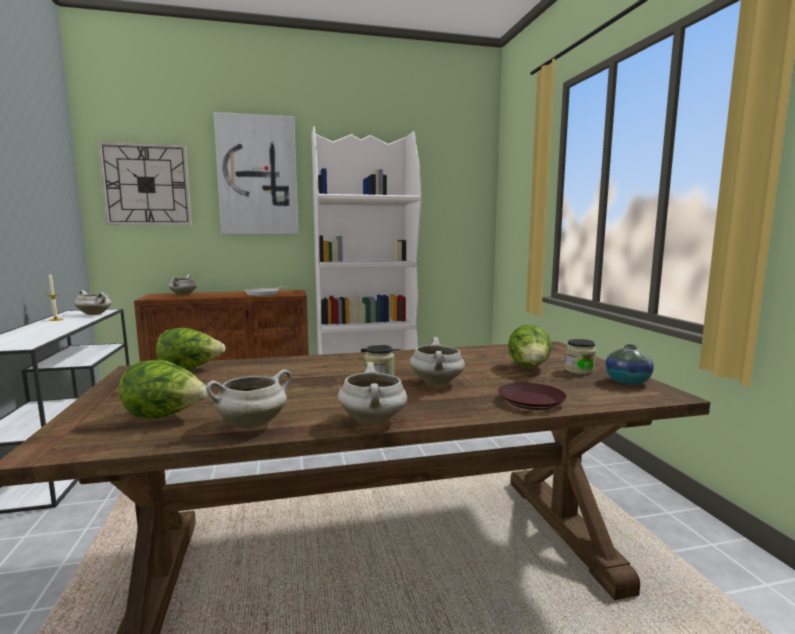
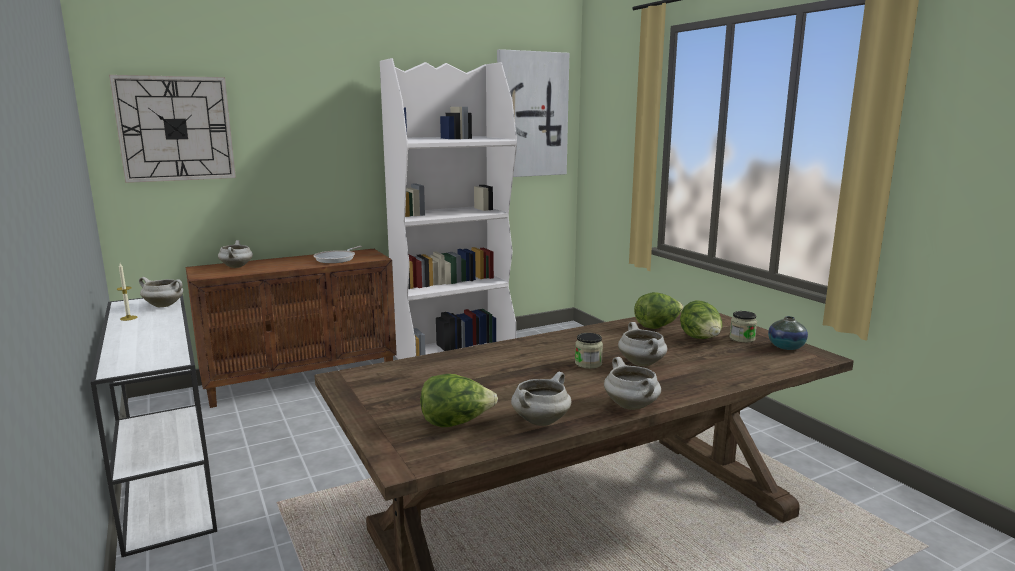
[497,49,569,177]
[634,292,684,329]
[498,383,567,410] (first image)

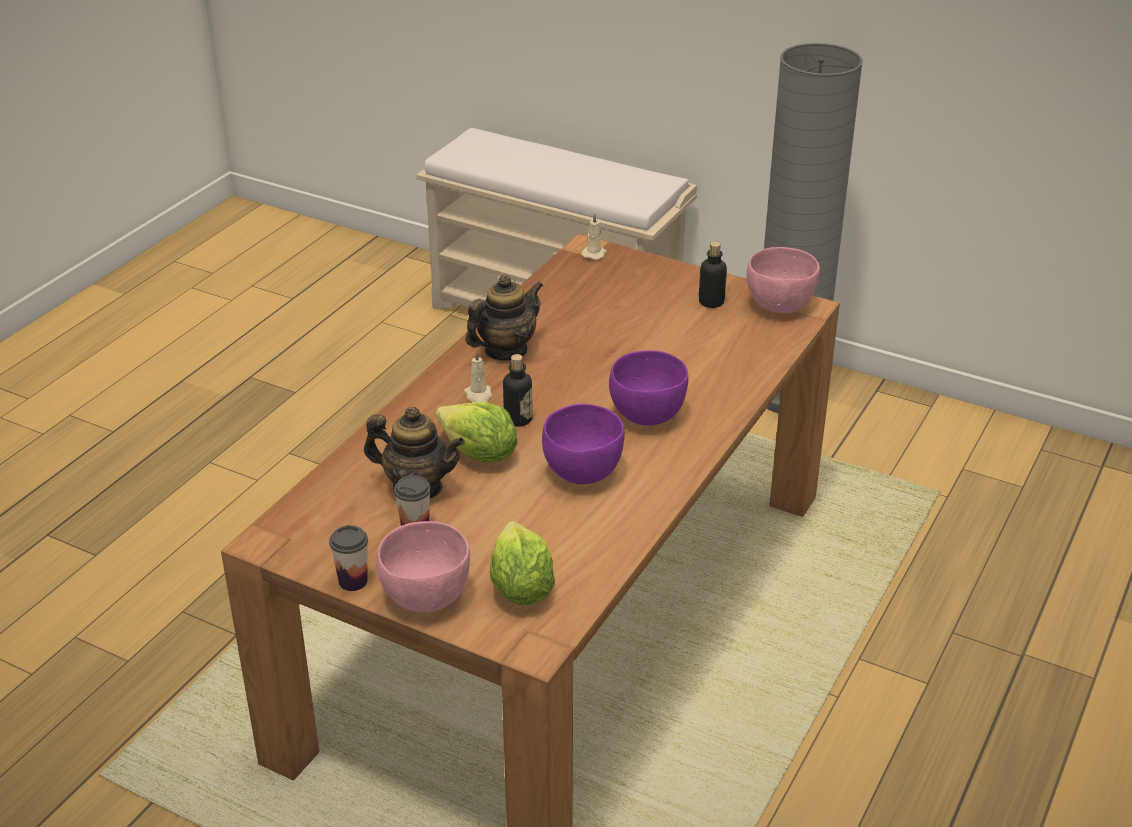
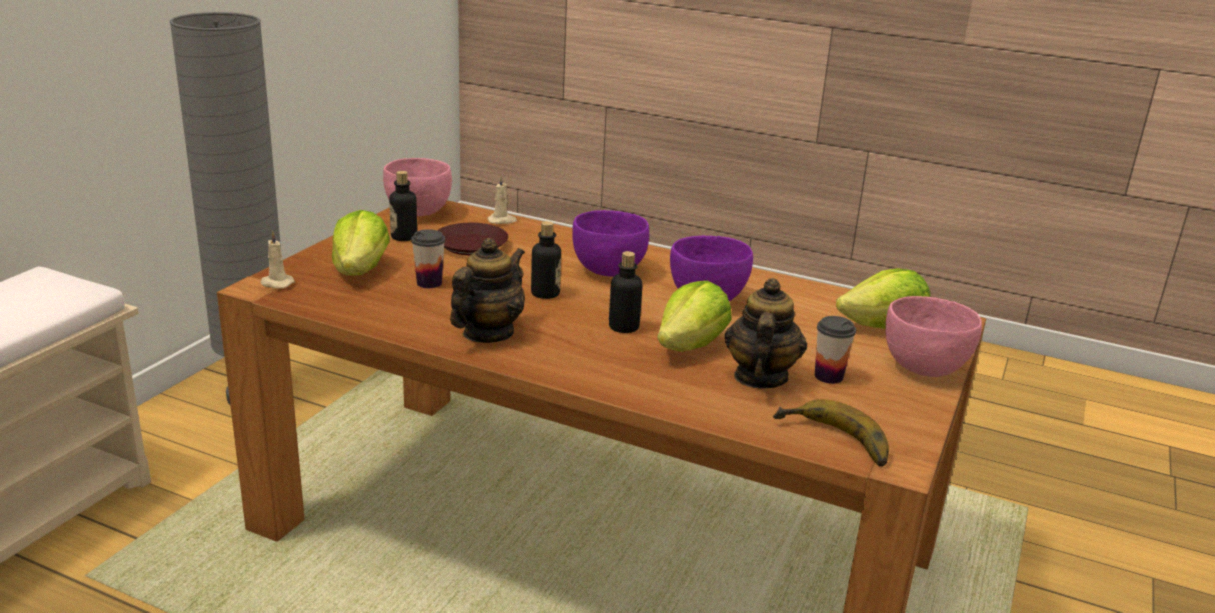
[332,210,390,276]
[411,229,445,288]
[437,223,508,255]
[450,238,525,343]
[487,175,517,224]
[531,221,561,299]
[773,399,889,467]

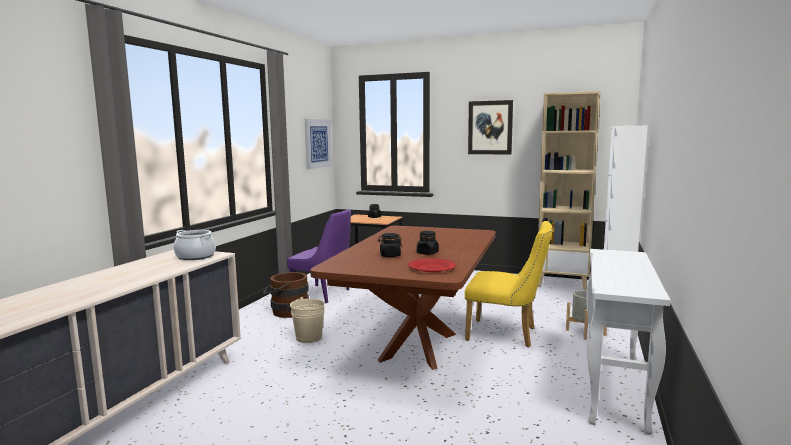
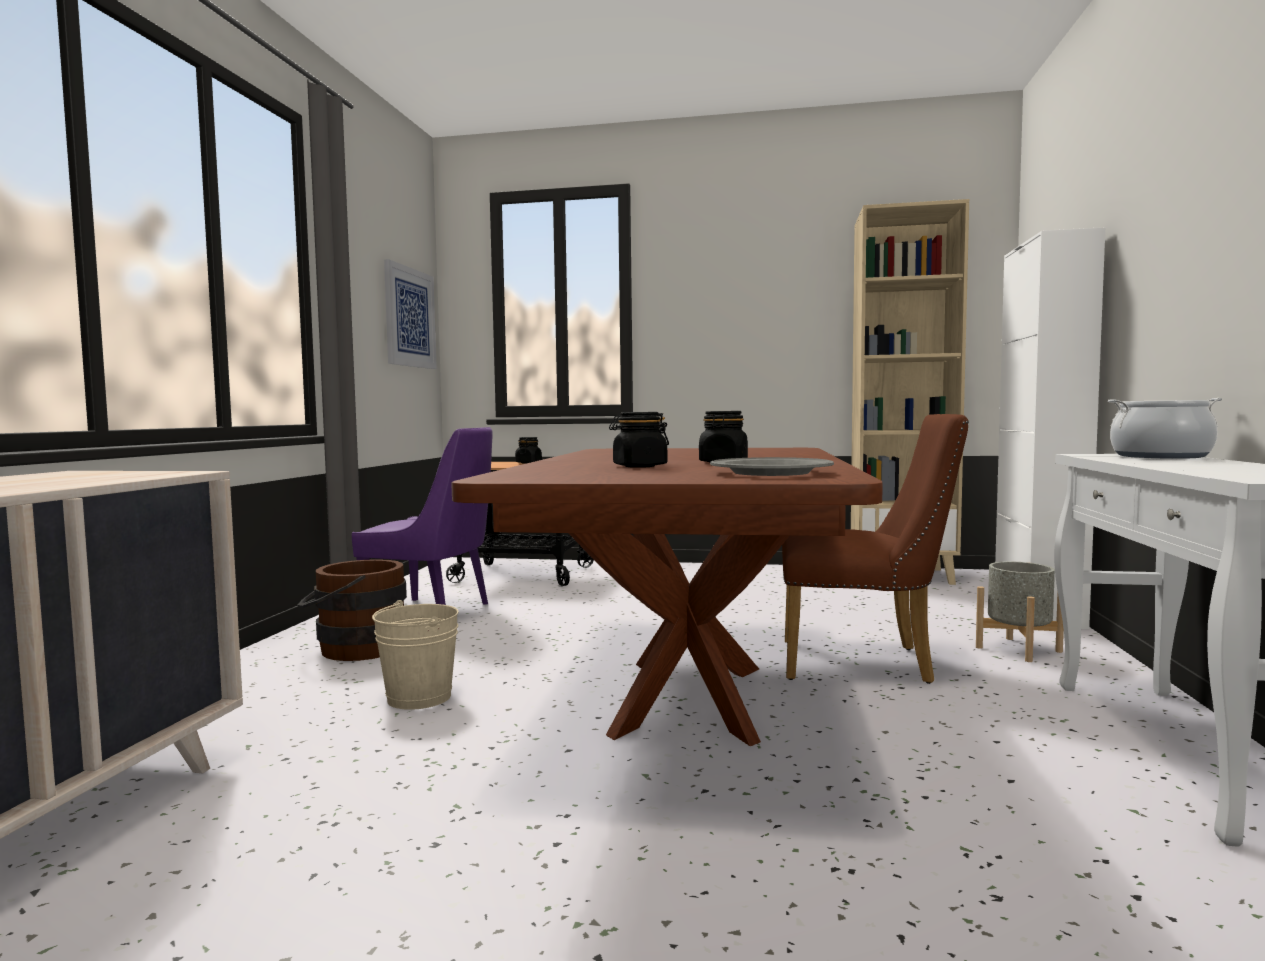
[710,457,834,476]
[782,414,969,684]
[1108,398,1222,459]
[468,100,513,154] (first image)

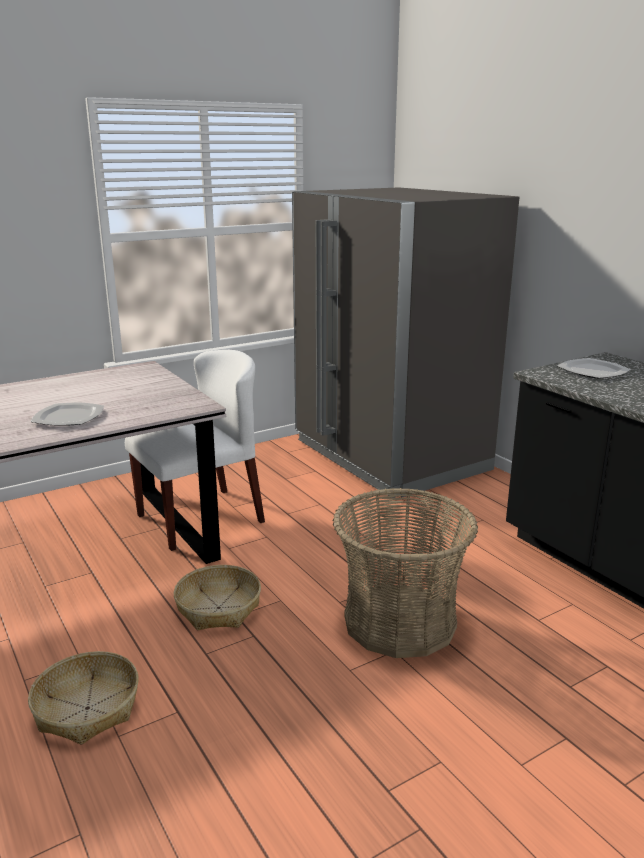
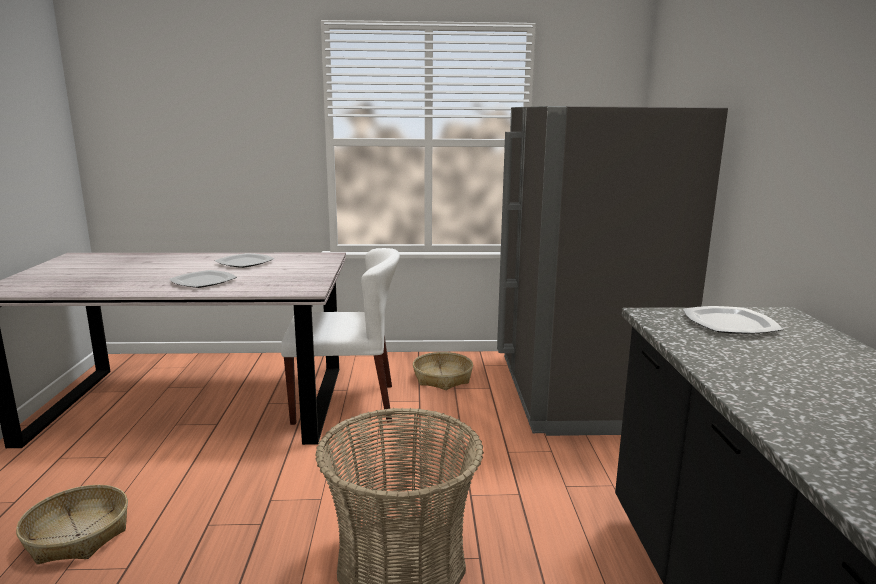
[215,253,275,268]
[413,352,473,390]

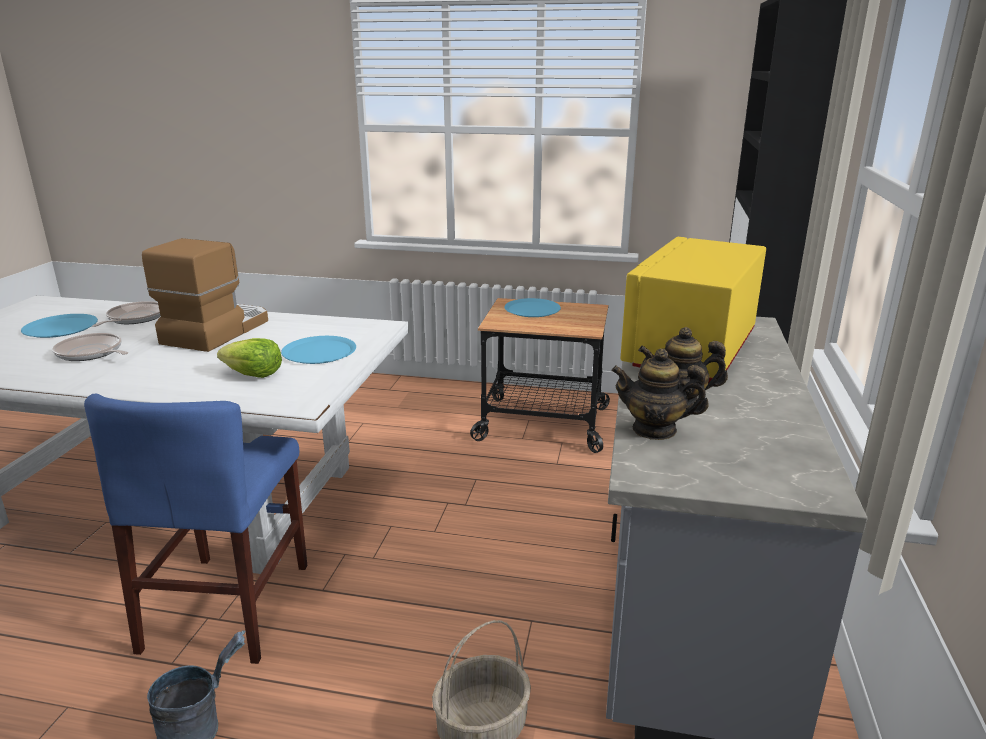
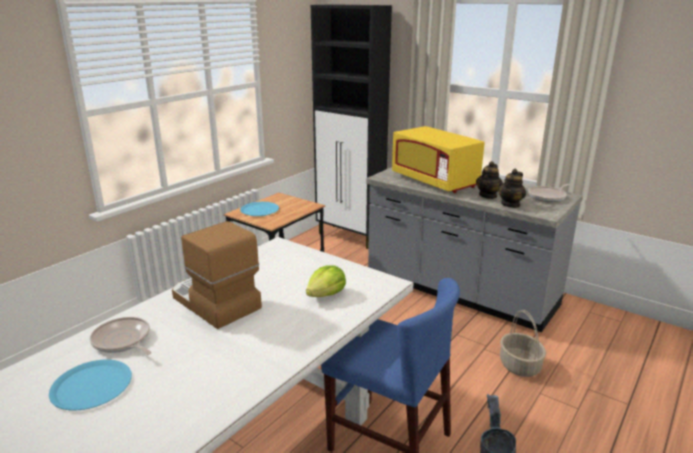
[528,184,570,202]
[281,336,356,364] (first image)

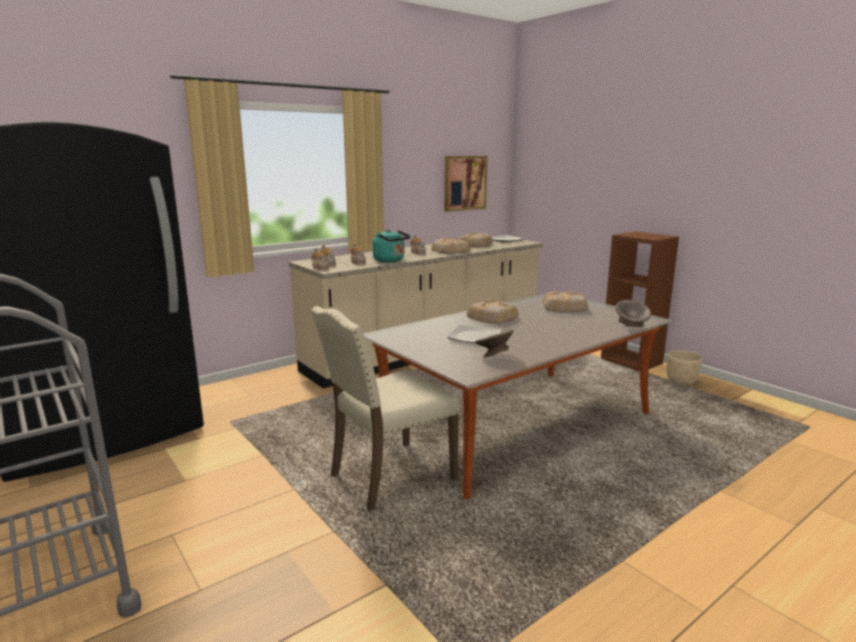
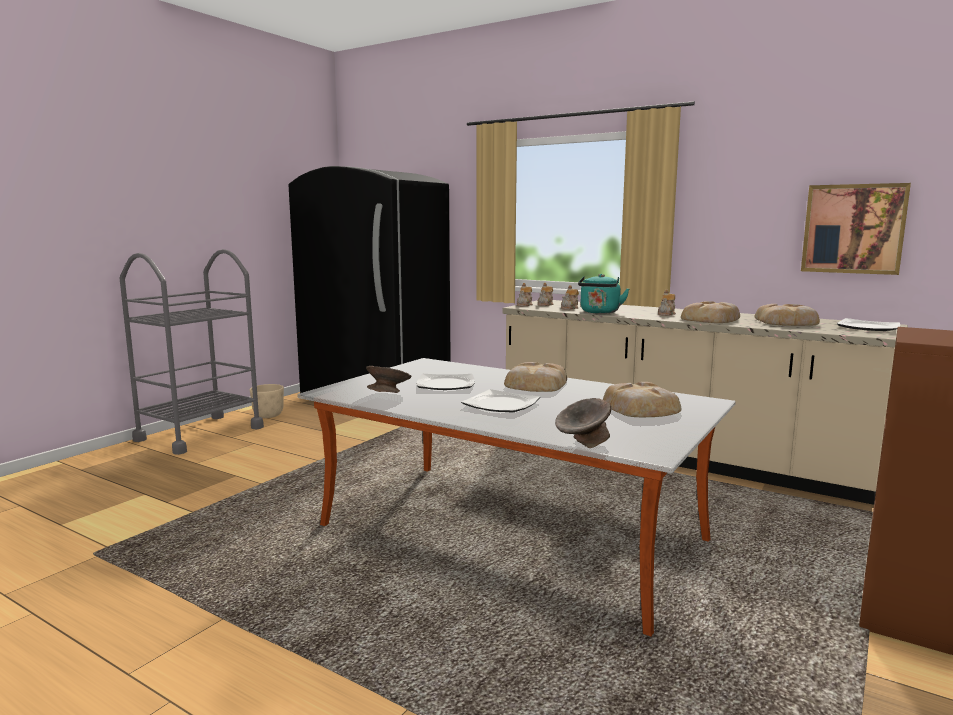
[250,384,284,418]
[461,389,540,412]
[310,306,460,511] (first image)

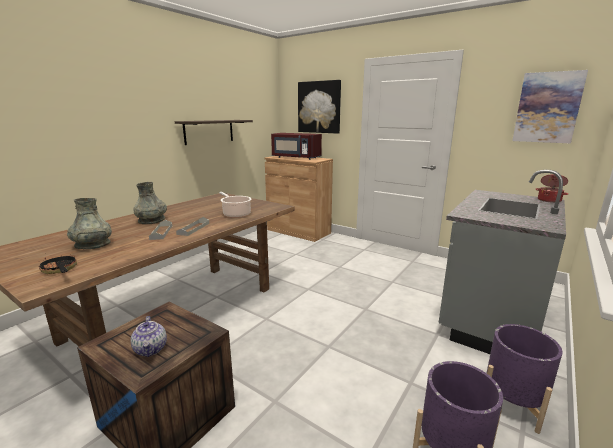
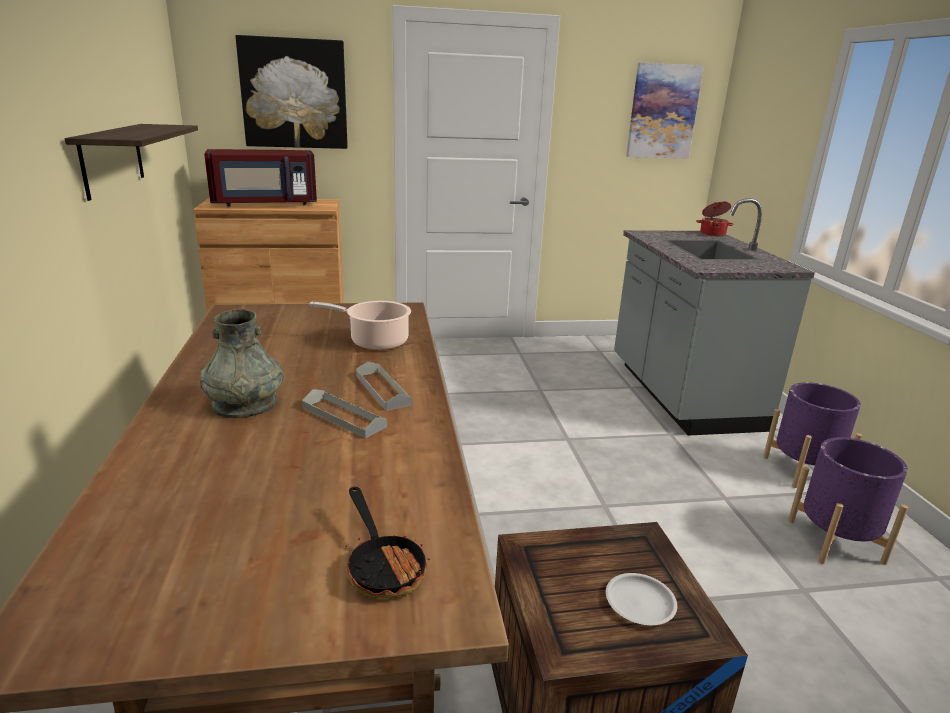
[345,487,430,598]
[606,573,677,625]
[67,198,112,249] (first image)

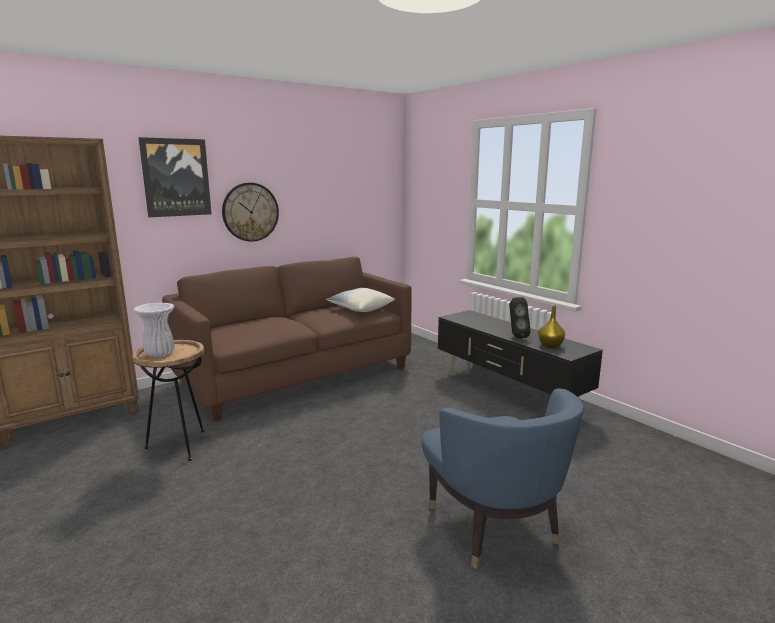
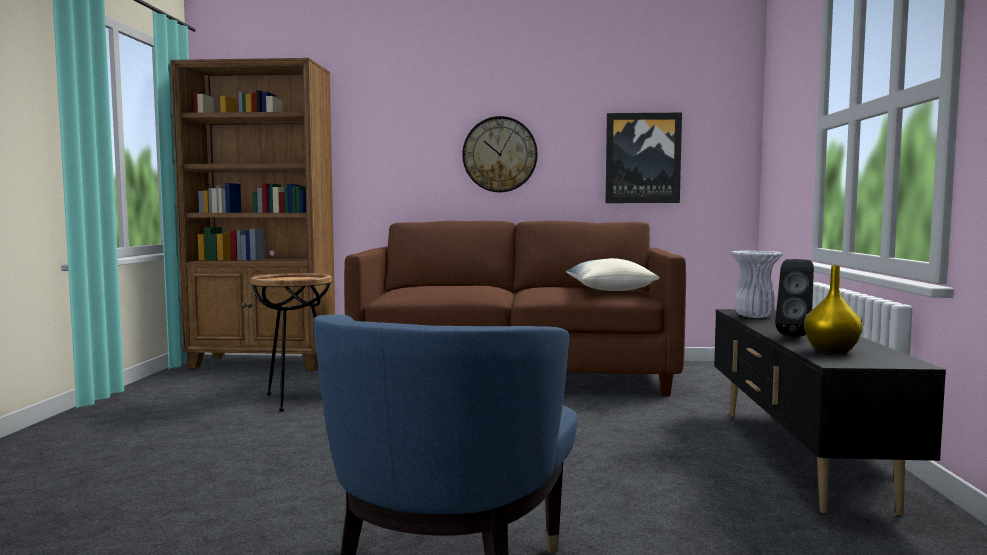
[605,112,682,203]
[731,251,783,318]

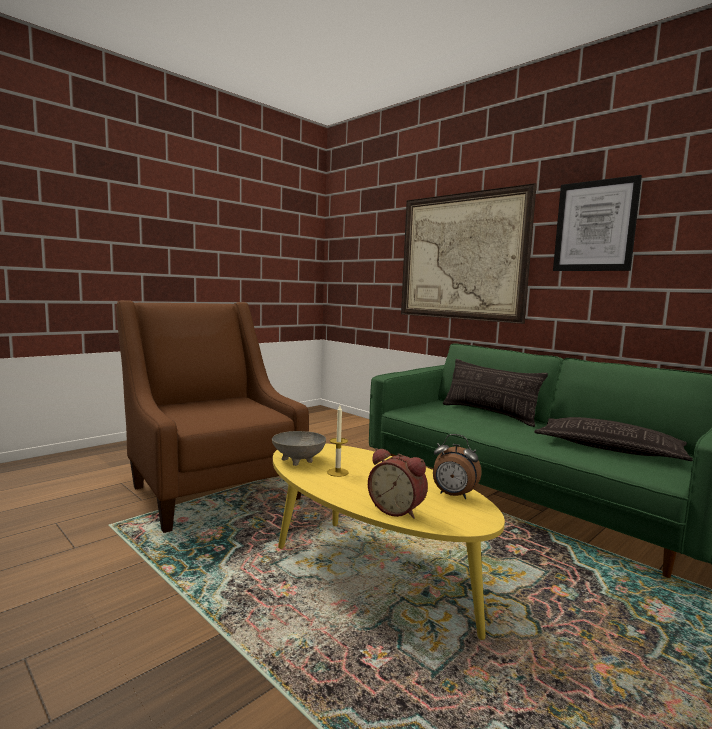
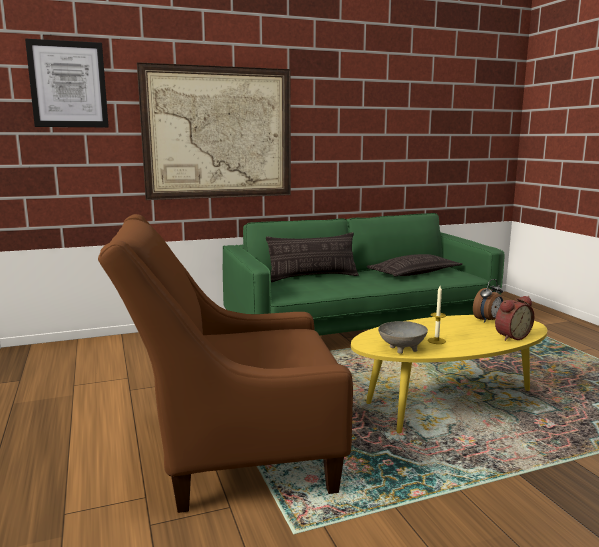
[25,39,109,127]

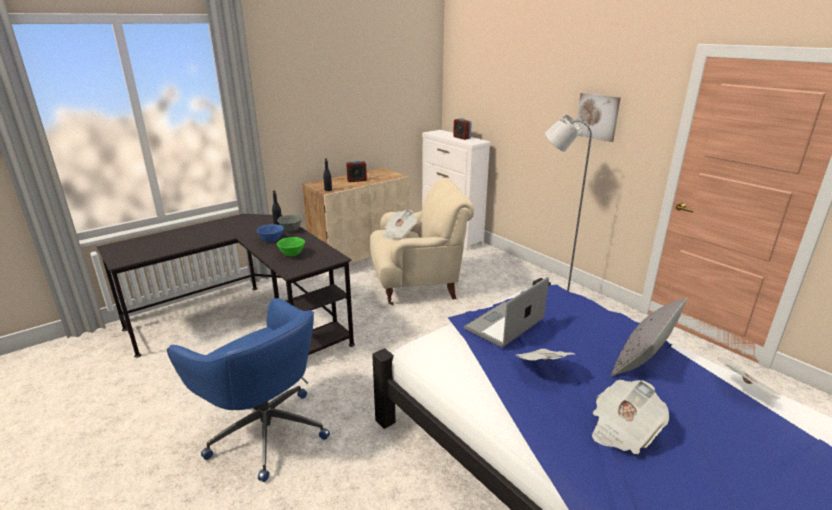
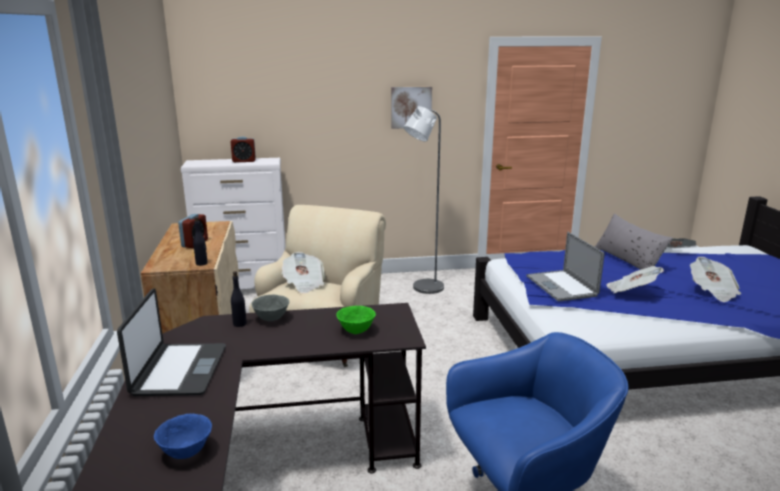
[117,288,226,396]
[154,414,212,459]

